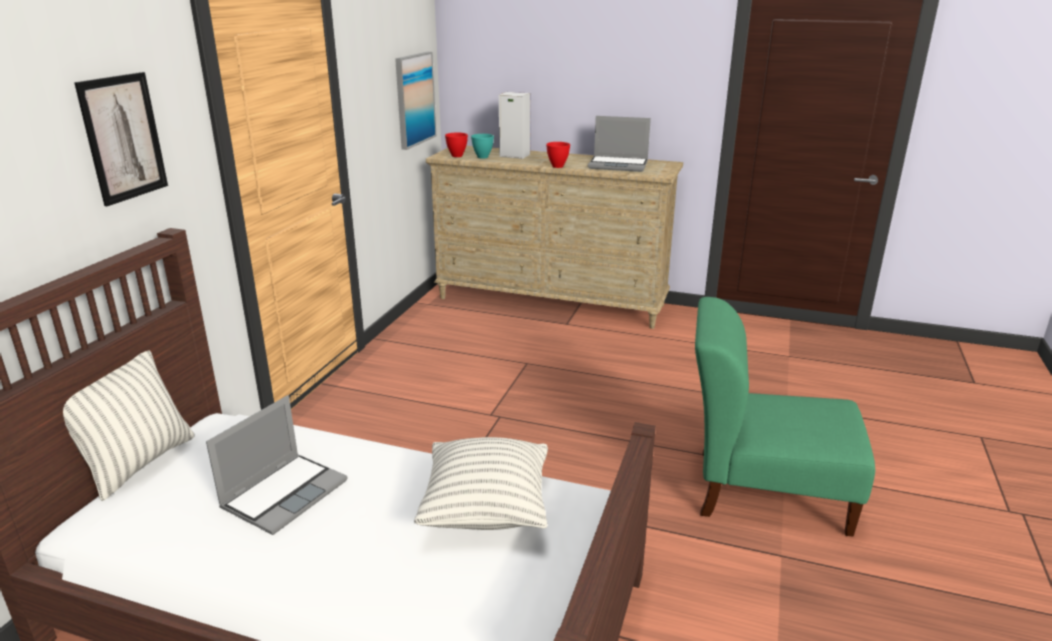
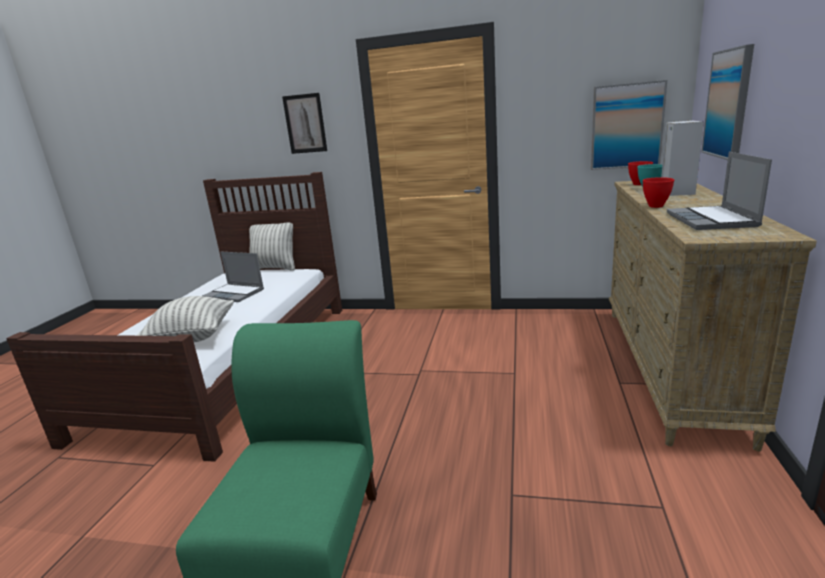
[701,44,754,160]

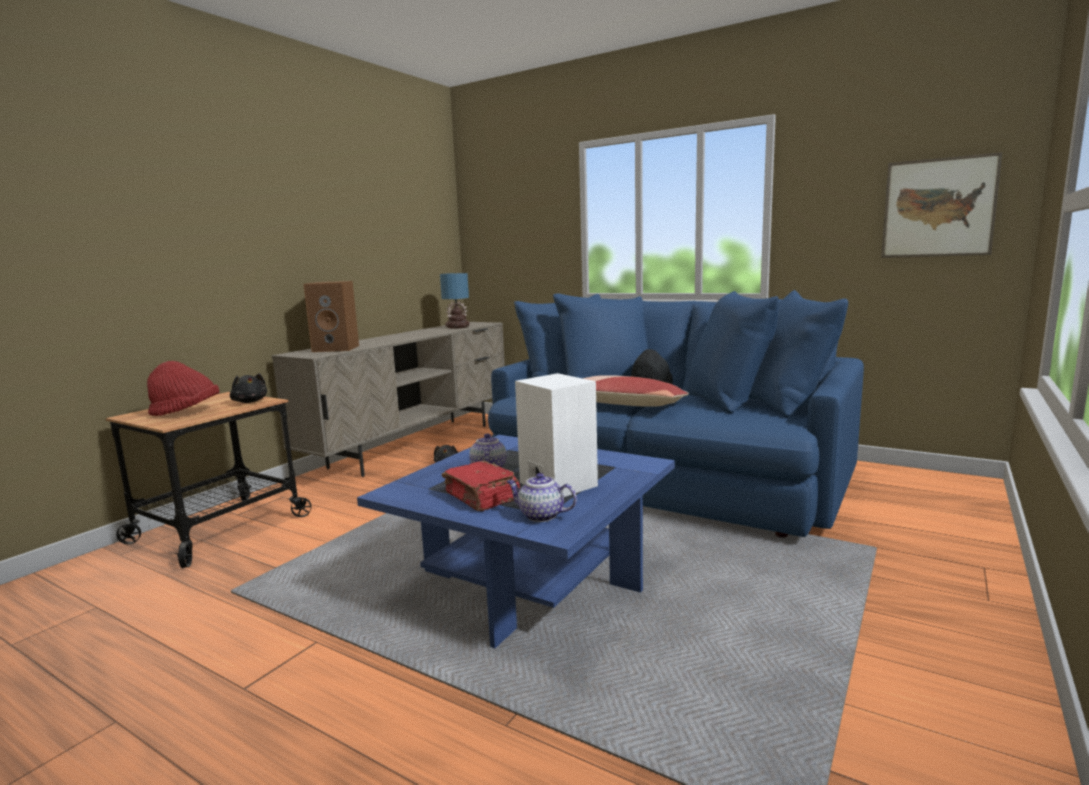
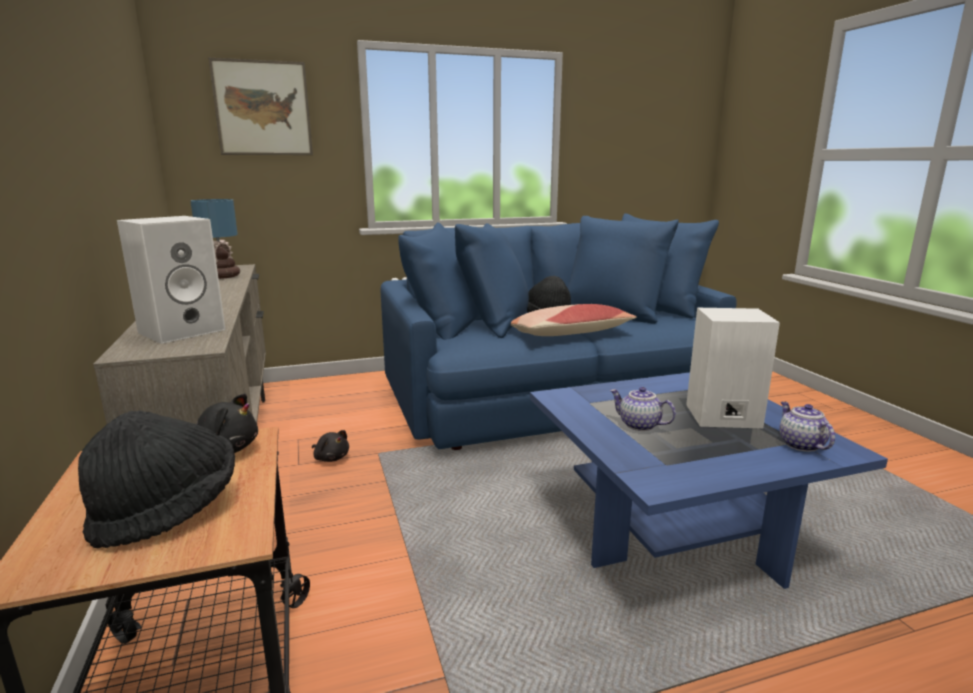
[78,410,235,548]
[117,216,226,344]
[208,58,313,155]
[779,402,835,452]
[442,461,520,511] (first image)

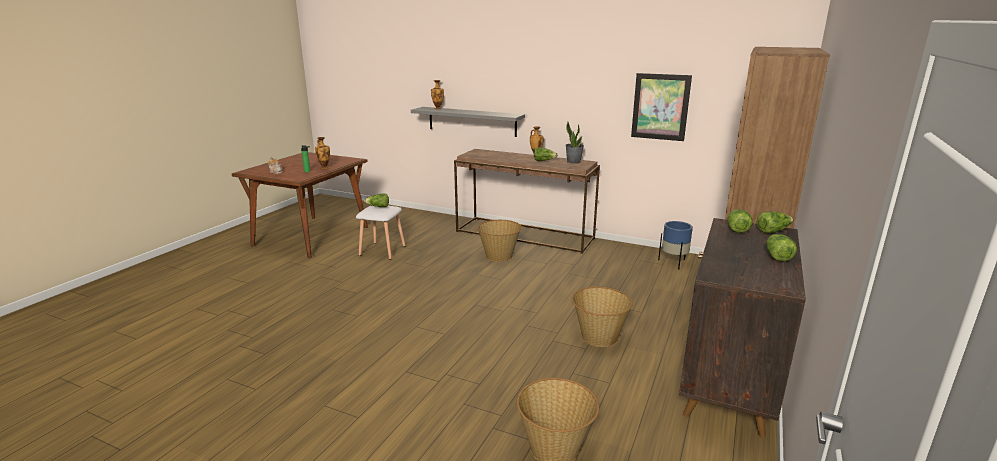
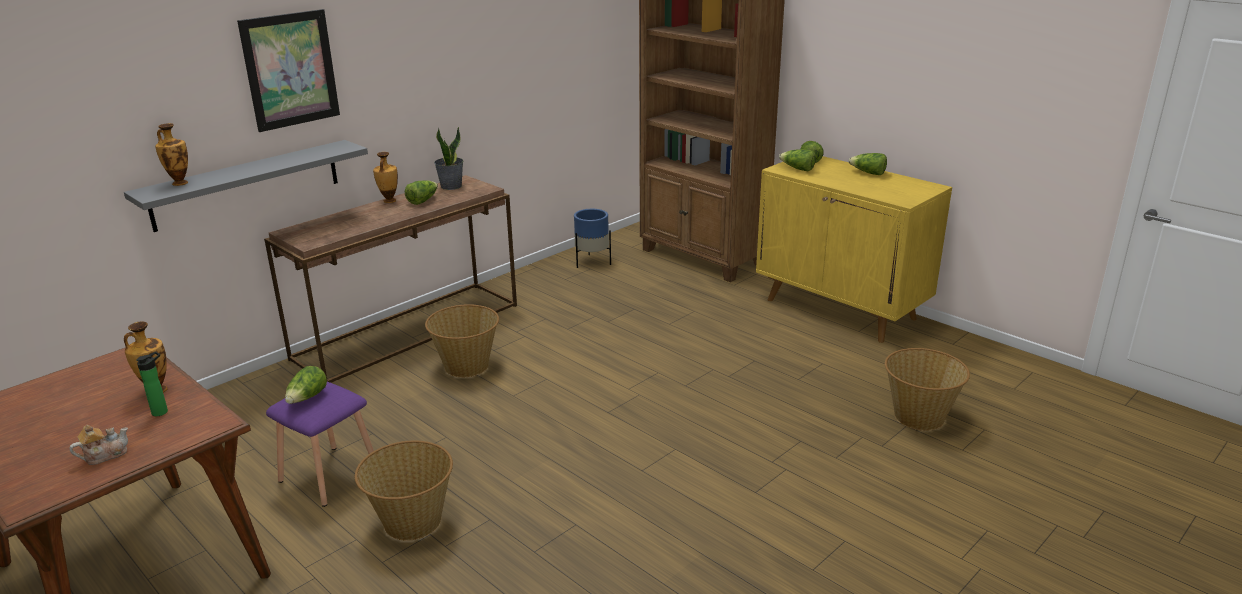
[237,9,340,132]
[266,382,374,507]
[355,440,453,541]
[756,156,952,343]

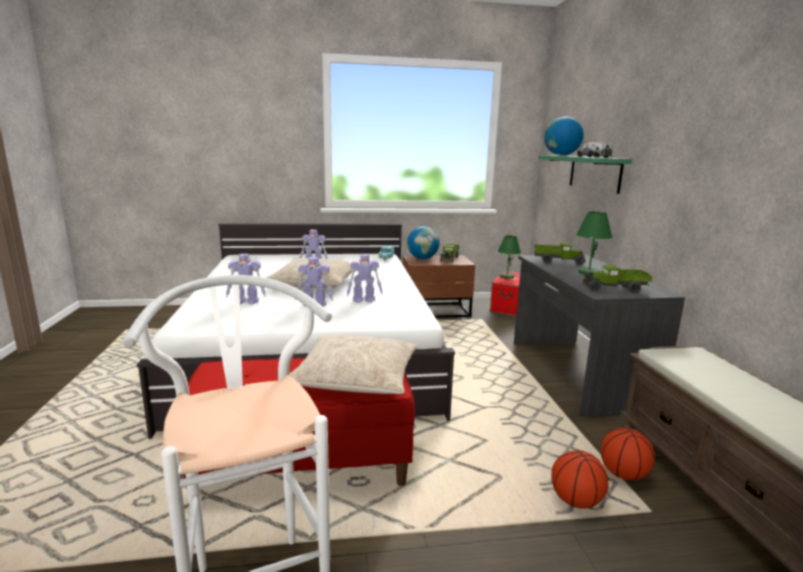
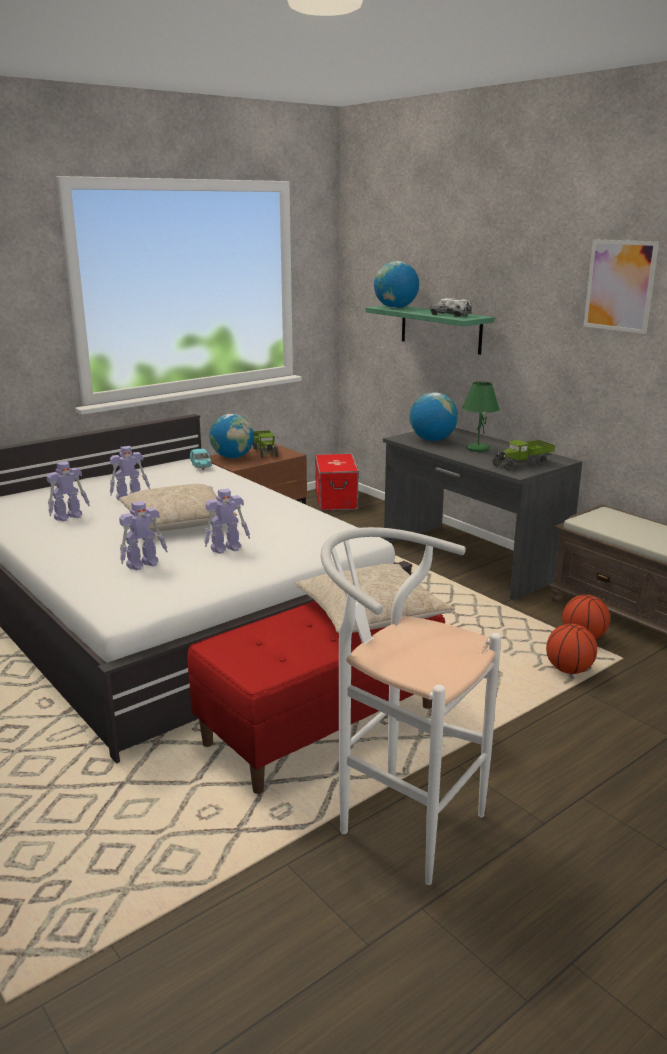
[46,461,90,521]
[410,392,458,441]
[584,239,659,334]
[498,235,521,279] (first image)

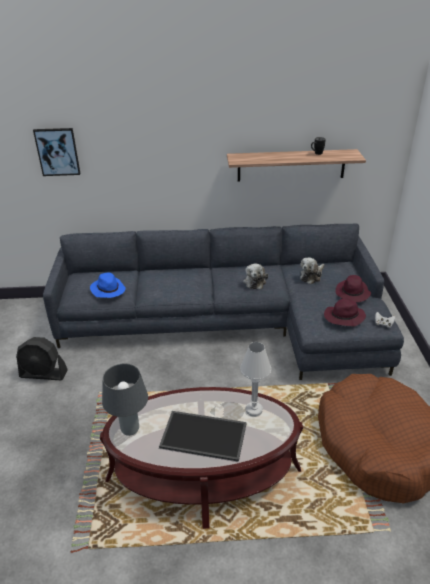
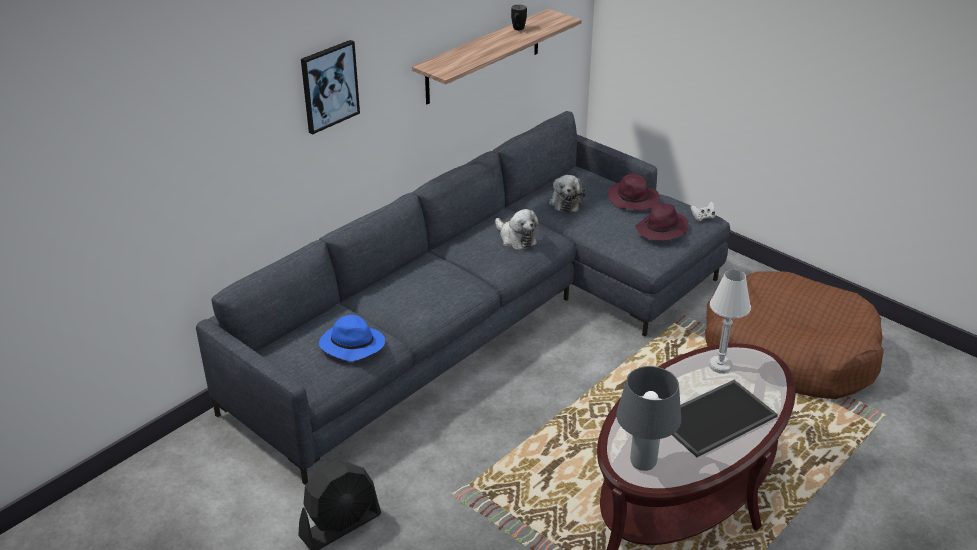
[301,40,360,134]

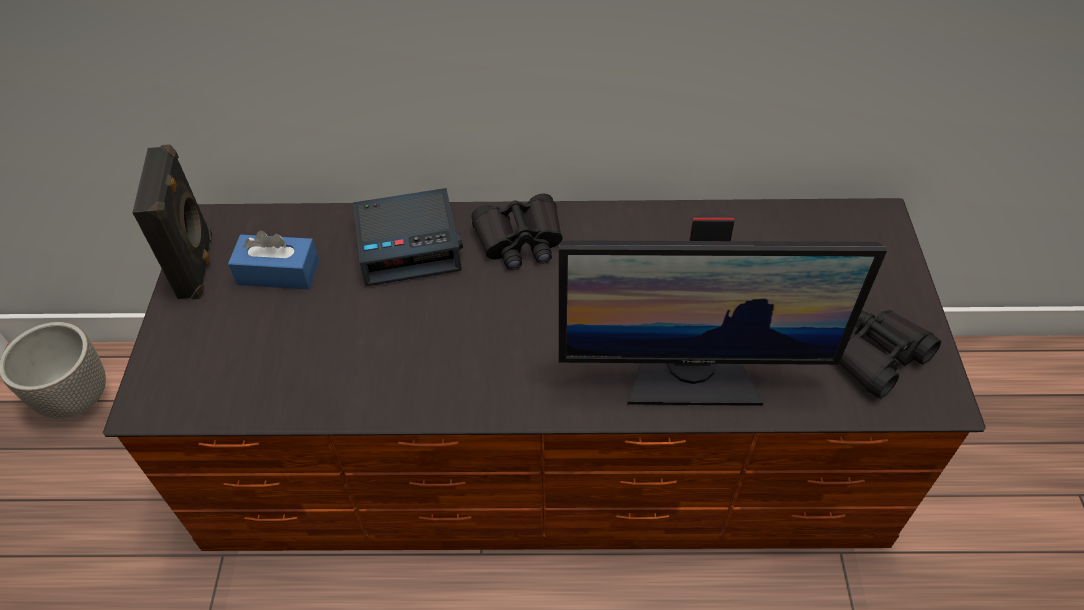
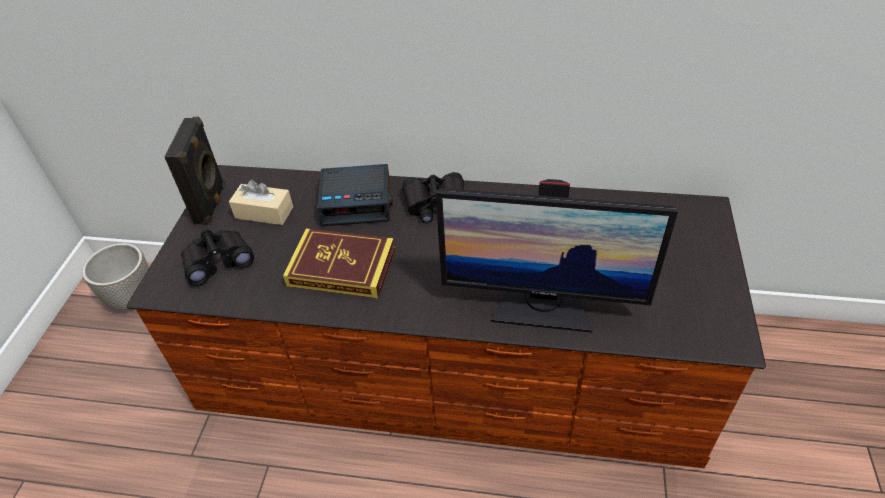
[181,229,254,286]
[229,180,293,225]
[283,228,395,298]

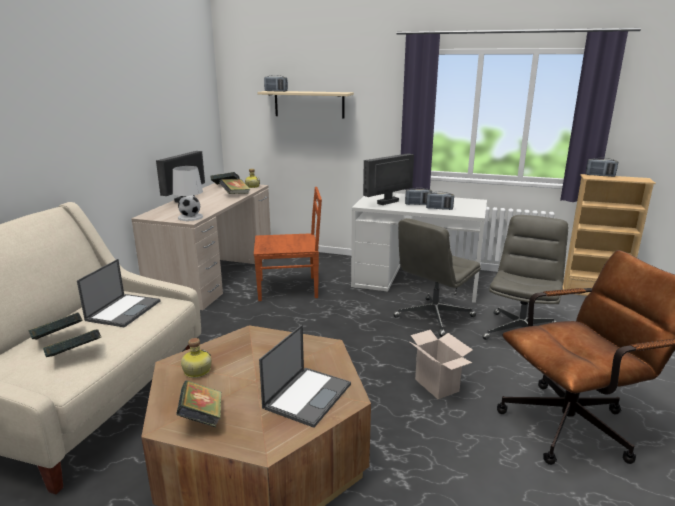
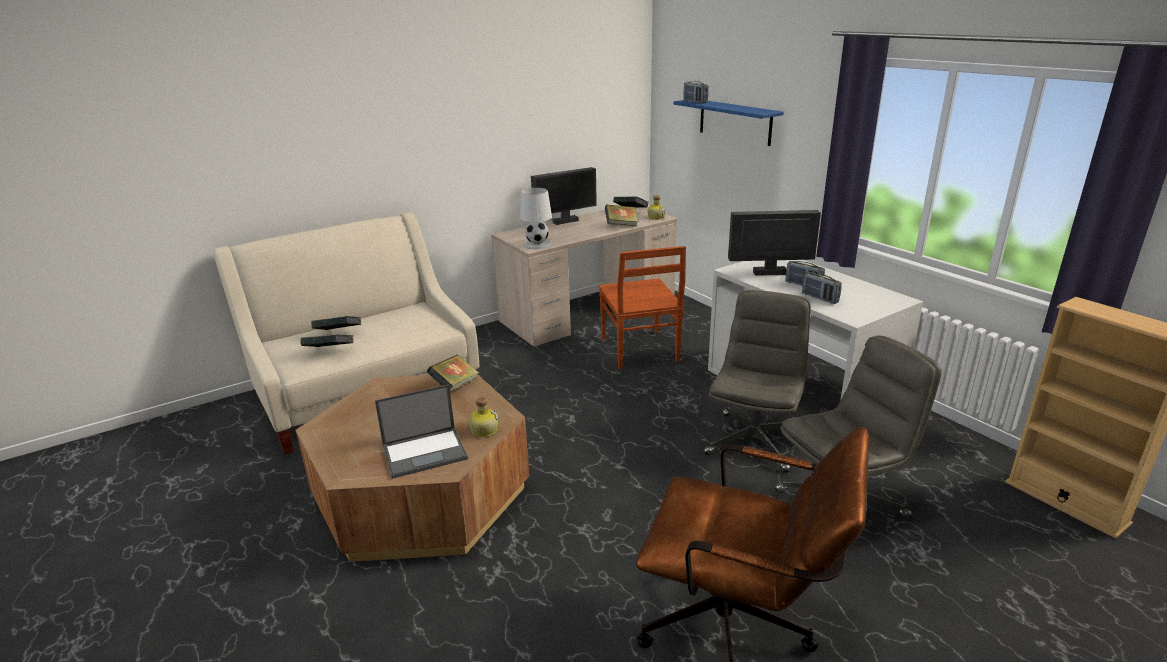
[427,355,479,392]
[468,397,499,437]
[599,246,686,369]
[674,100,784,146]
[704,290,811,473]
[77,259,160,328] (first image)
[410,330,473,399] (first image)
[586,158,618,177] (first image)

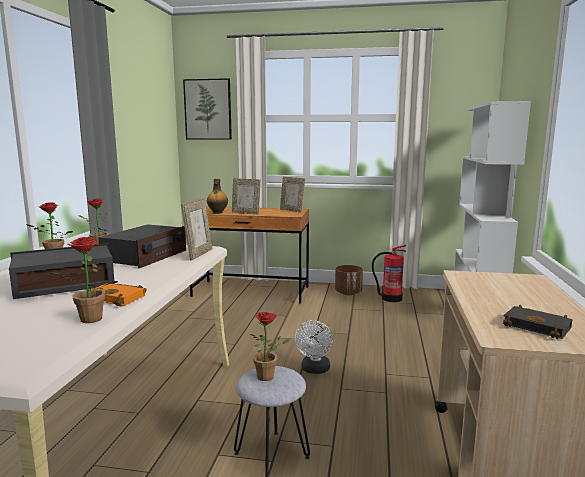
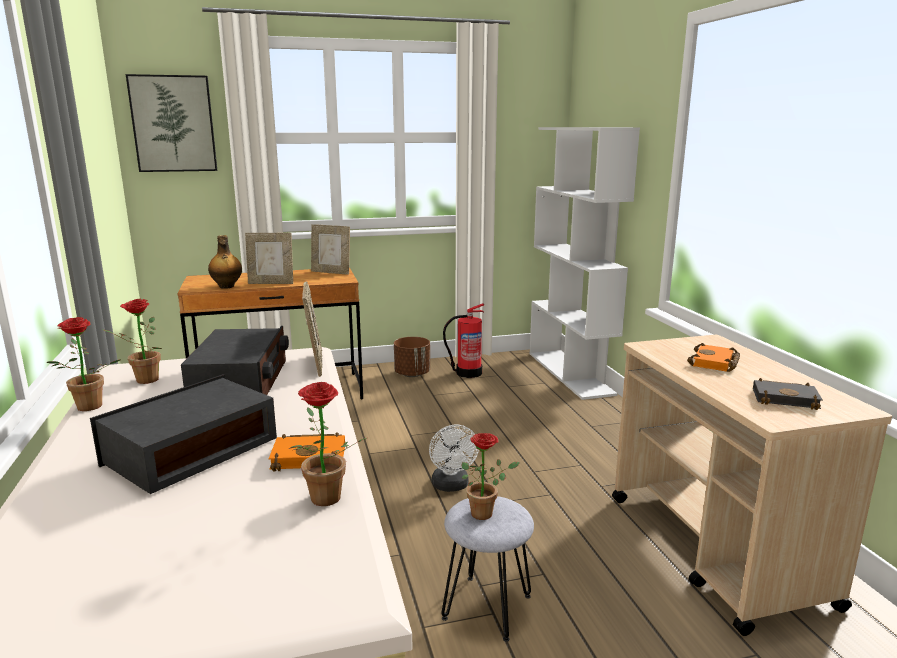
[687,343,740,372]

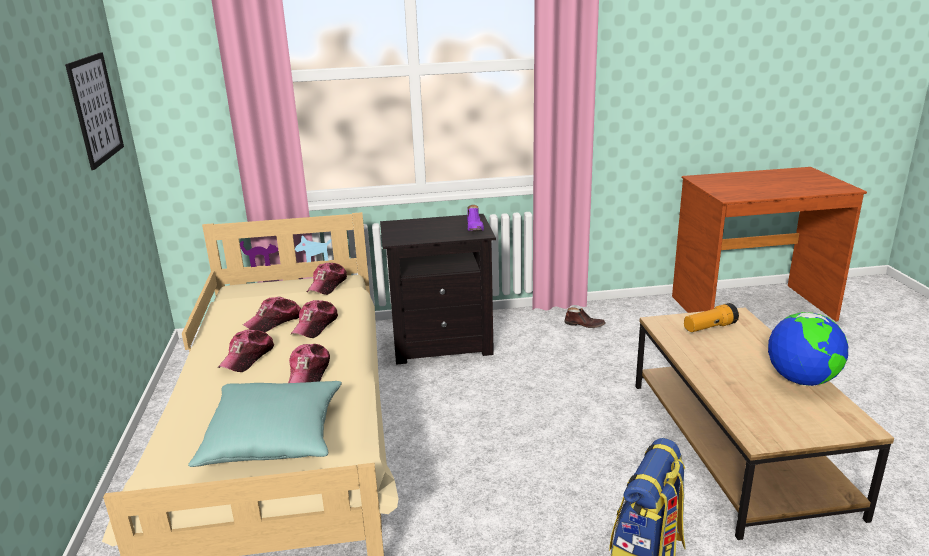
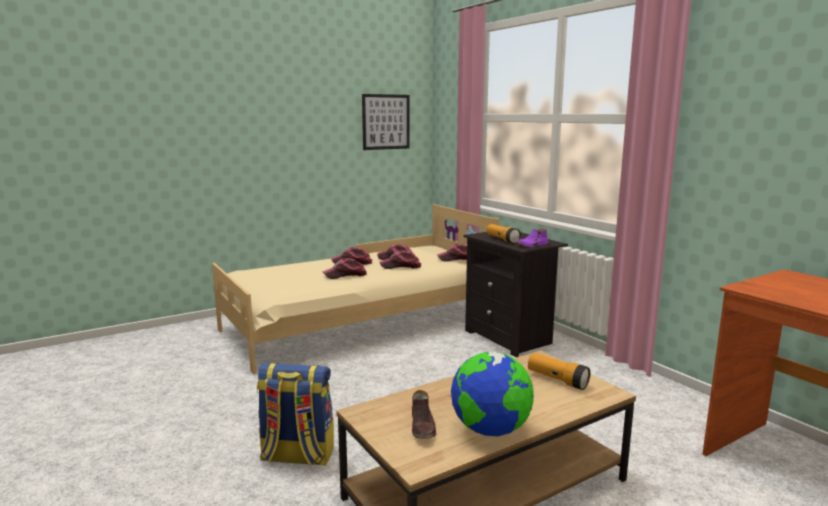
[412,390,436,439]
[487,224,521,244]
[188,381,342,467] (first image)

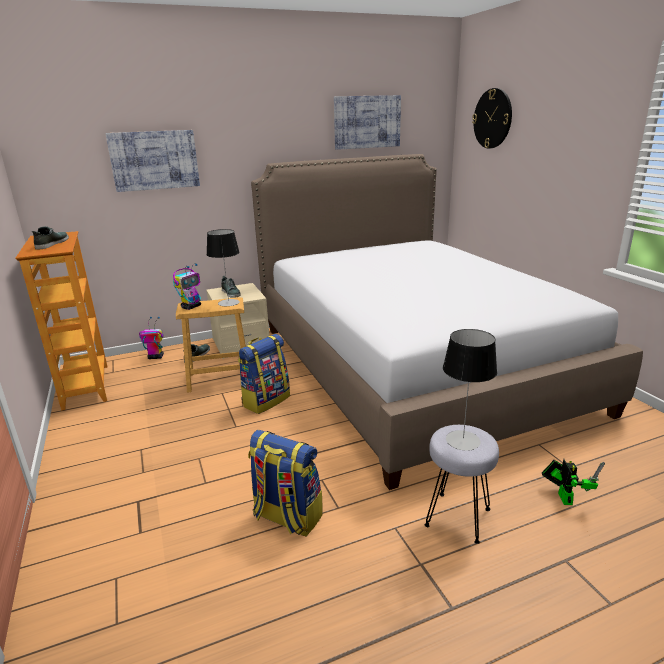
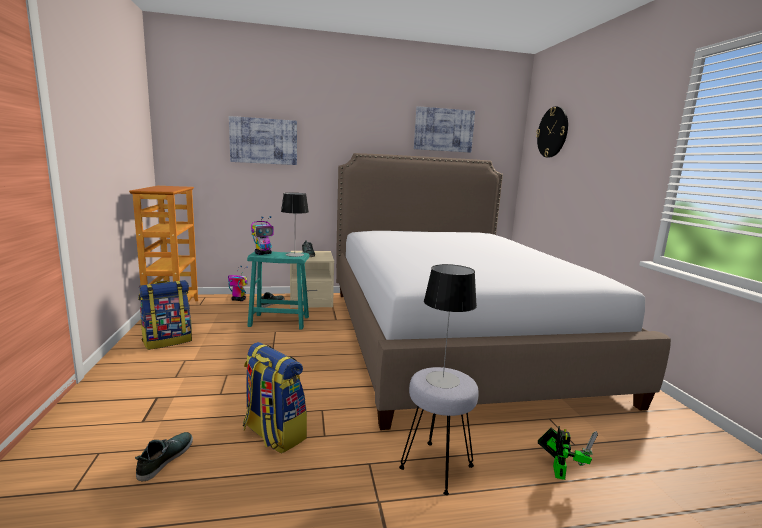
[135,432,193,481]
[138,280,192,350]
[247,252,309,329]

